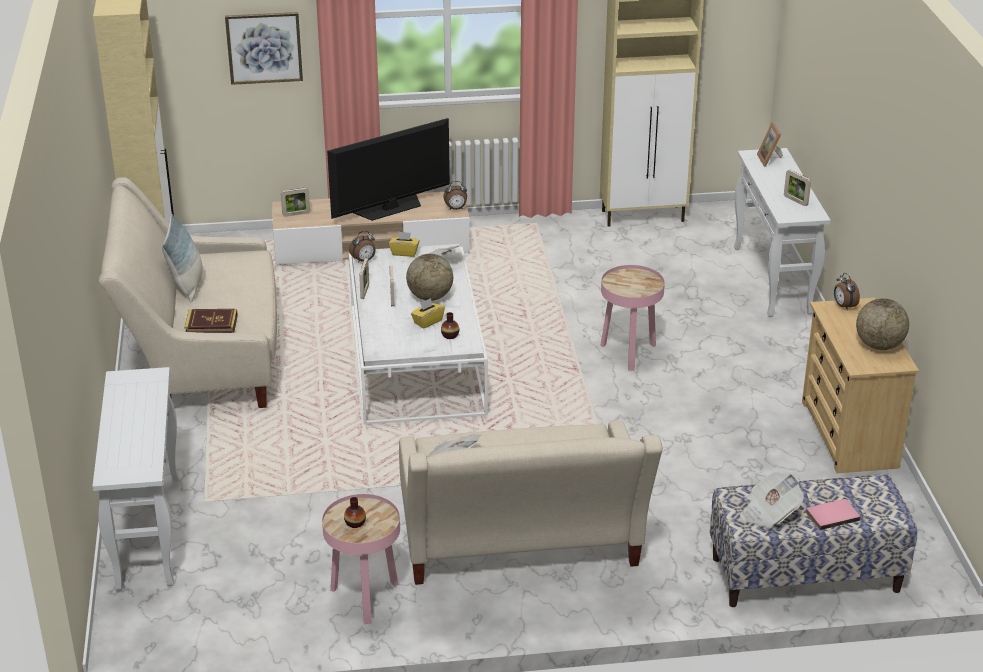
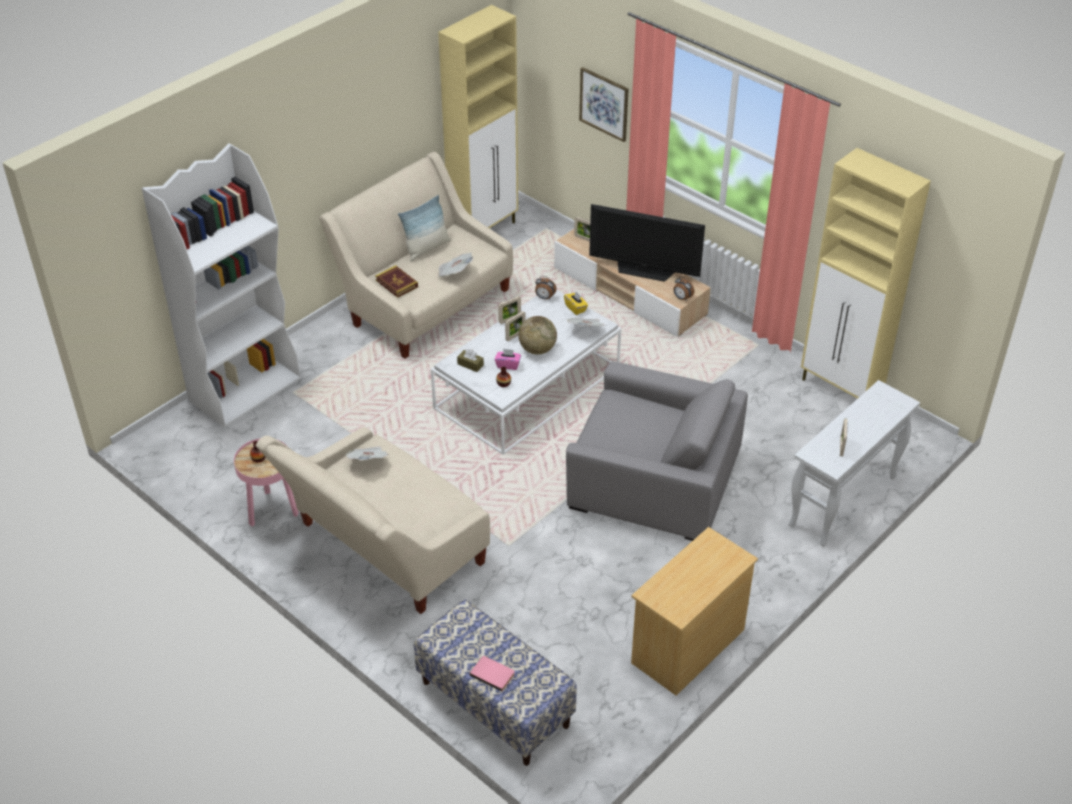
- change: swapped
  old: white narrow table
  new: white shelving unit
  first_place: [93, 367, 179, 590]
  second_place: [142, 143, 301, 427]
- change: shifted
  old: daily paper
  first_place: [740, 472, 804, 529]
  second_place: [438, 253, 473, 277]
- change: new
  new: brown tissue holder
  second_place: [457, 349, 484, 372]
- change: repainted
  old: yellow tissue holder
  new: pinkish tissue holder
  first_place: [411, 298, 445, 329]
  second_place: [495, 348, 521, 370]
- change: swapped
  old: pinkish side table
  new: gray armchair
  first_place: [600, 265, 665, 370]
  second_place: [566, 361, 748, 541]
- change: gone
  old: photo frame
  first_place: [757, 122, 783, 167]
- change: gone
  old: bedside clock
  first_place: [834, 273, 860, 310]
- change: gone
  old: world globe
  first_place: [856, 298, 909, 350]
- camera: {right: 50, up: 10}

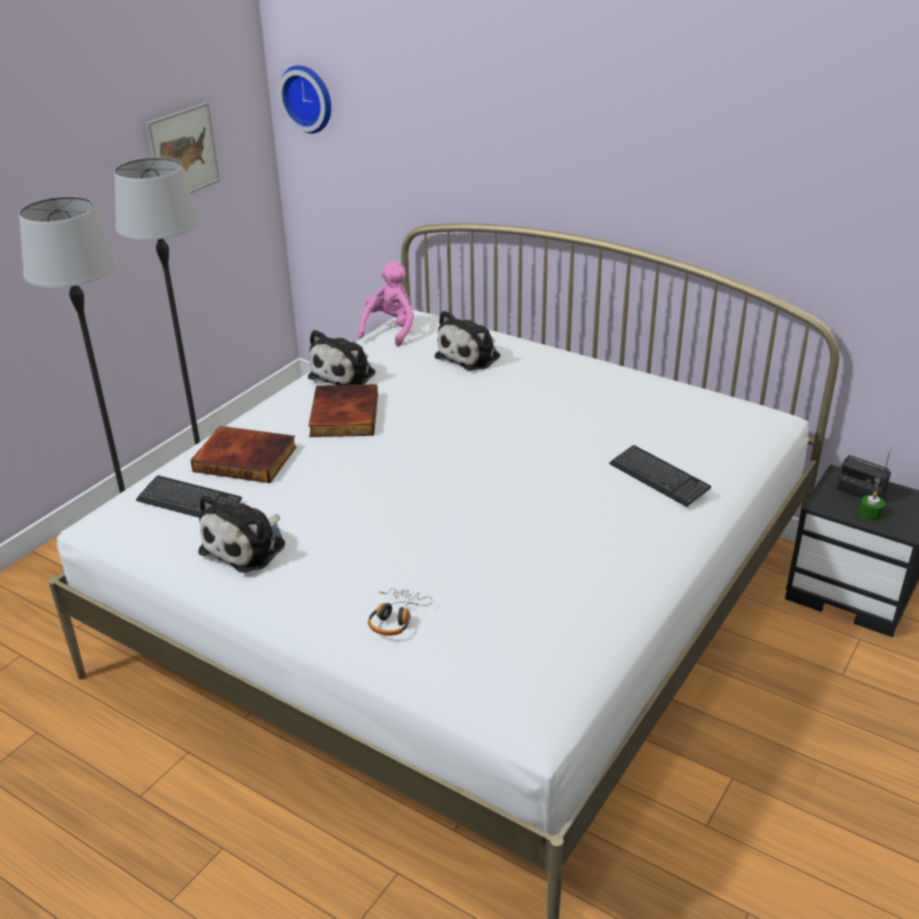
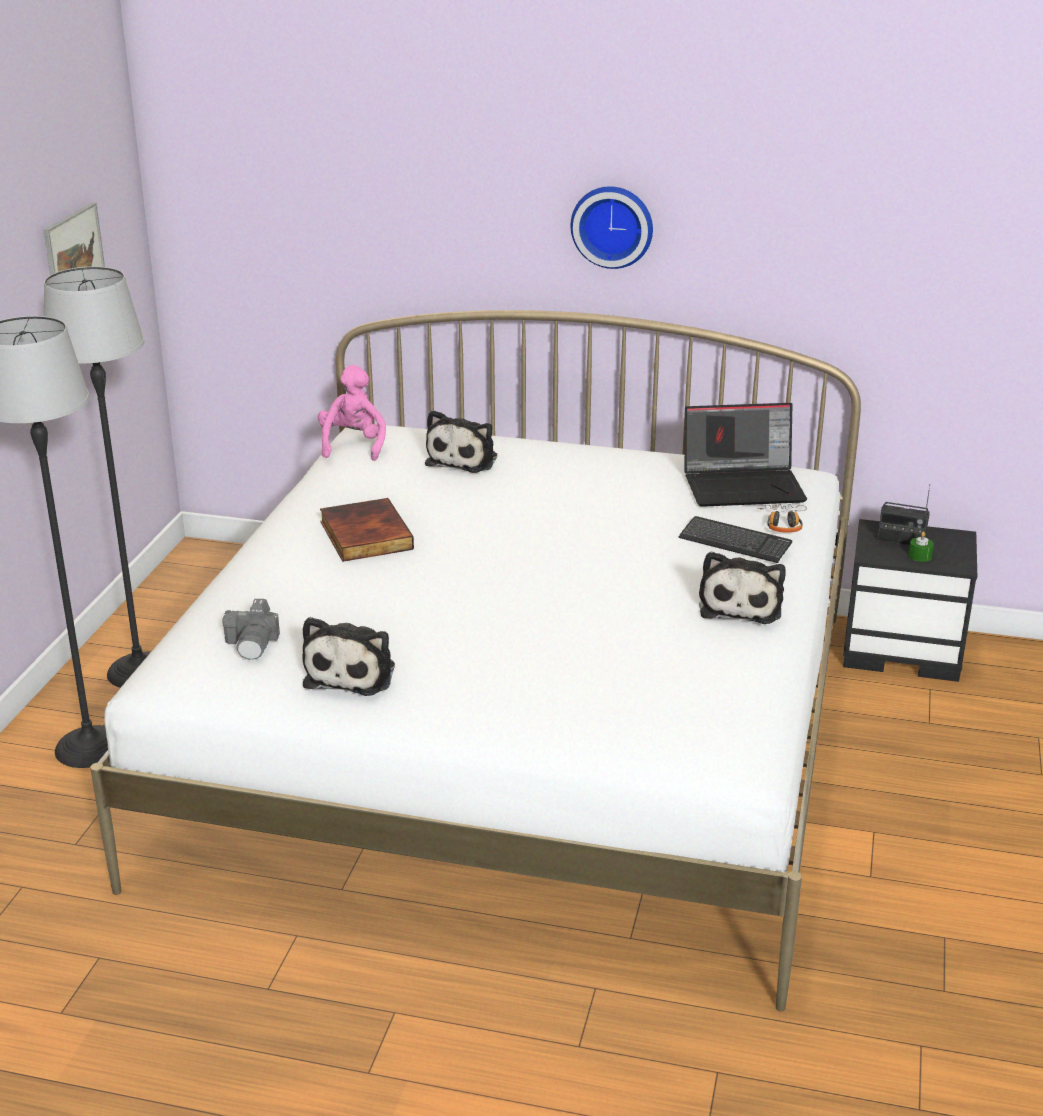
- change: swapped
  old: computer keyboard
  new: still camera
  first_place: [136, 476, 242, 517]
  second_place: [222, 599, 280, 660]
- change: shifted
  old: hanging clock
  first_place: [278, 65, 331, 134]
  second_place: [571, 186, 653, 269]
- change: new
  new: laptop
  second_place: [685, 403, 807, 507]
- change: shifted
  old: plush toy
  first_place: [308, 330, 376, 385]
  second_place: [699, 551, 786, 624]
- change: shifted
  old: pair of headphones
  first_place: [368, 588, 433, 636]
  second_place: [757, 504, 807, 533]
- change: gone
  old: book
  first_place: [190, 426, 296, 483]
- camera: {right: -20, up: -5}

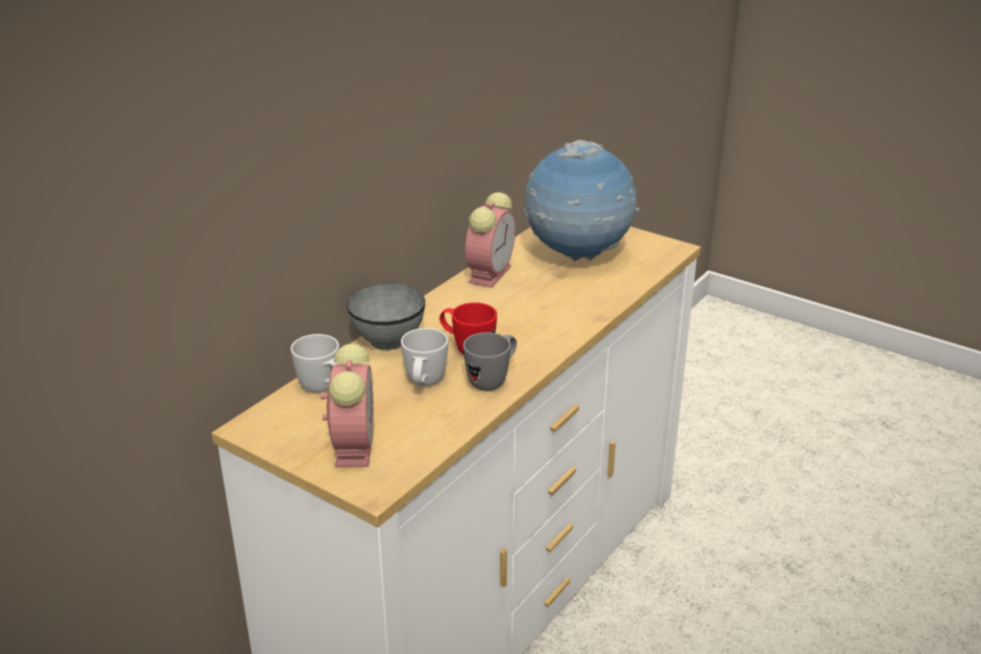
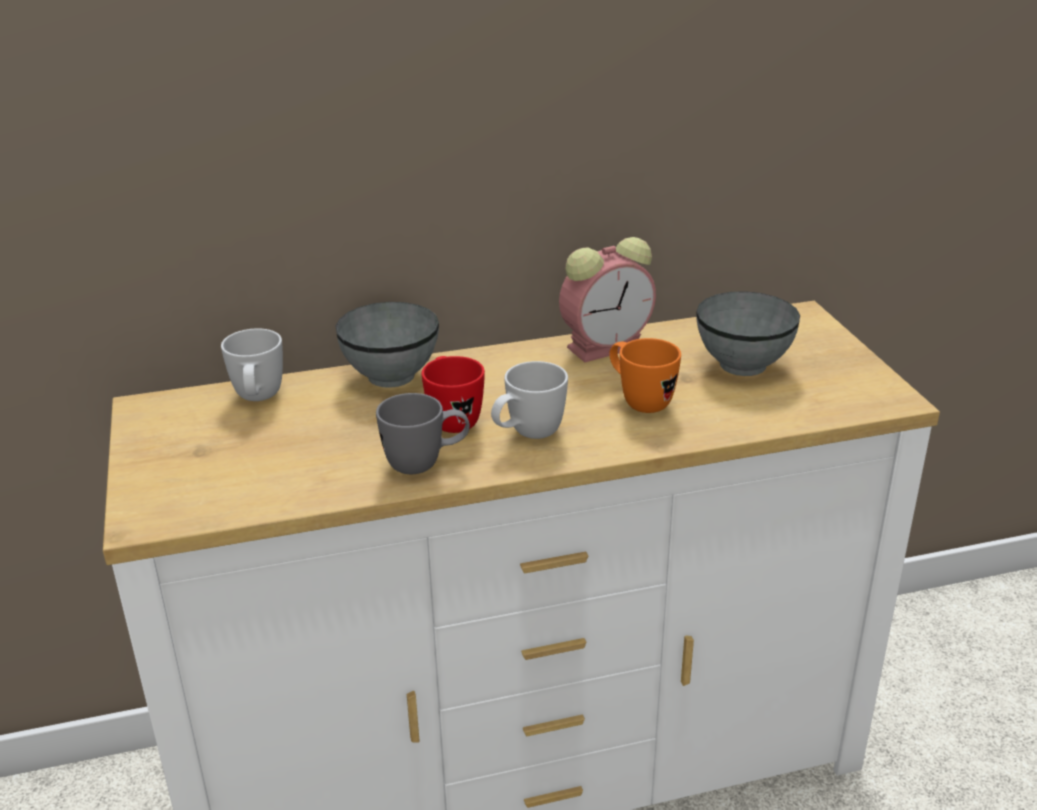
- change: shifted
  old: white tea mug
  first_place: [401, 328, 448, 386]
  second_place: [491, 361, 568, 439]
- change: new
  new: orange tea mug
  second_place: [609, 338, 681, 413]
- change: swapped
  old: world globe
  new: gray deep dish
  first_place: [524, 140, 639, 261]
  second_place: [697, 291, 800, 376]
- change: gone
  old: bedside clock
  first_place: [321, 344, 374, 468]
- camera: {right: 40, up: 0}

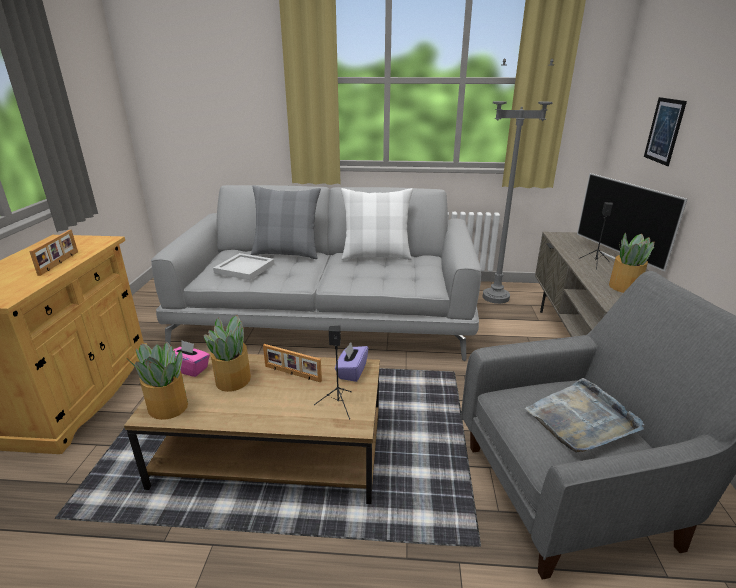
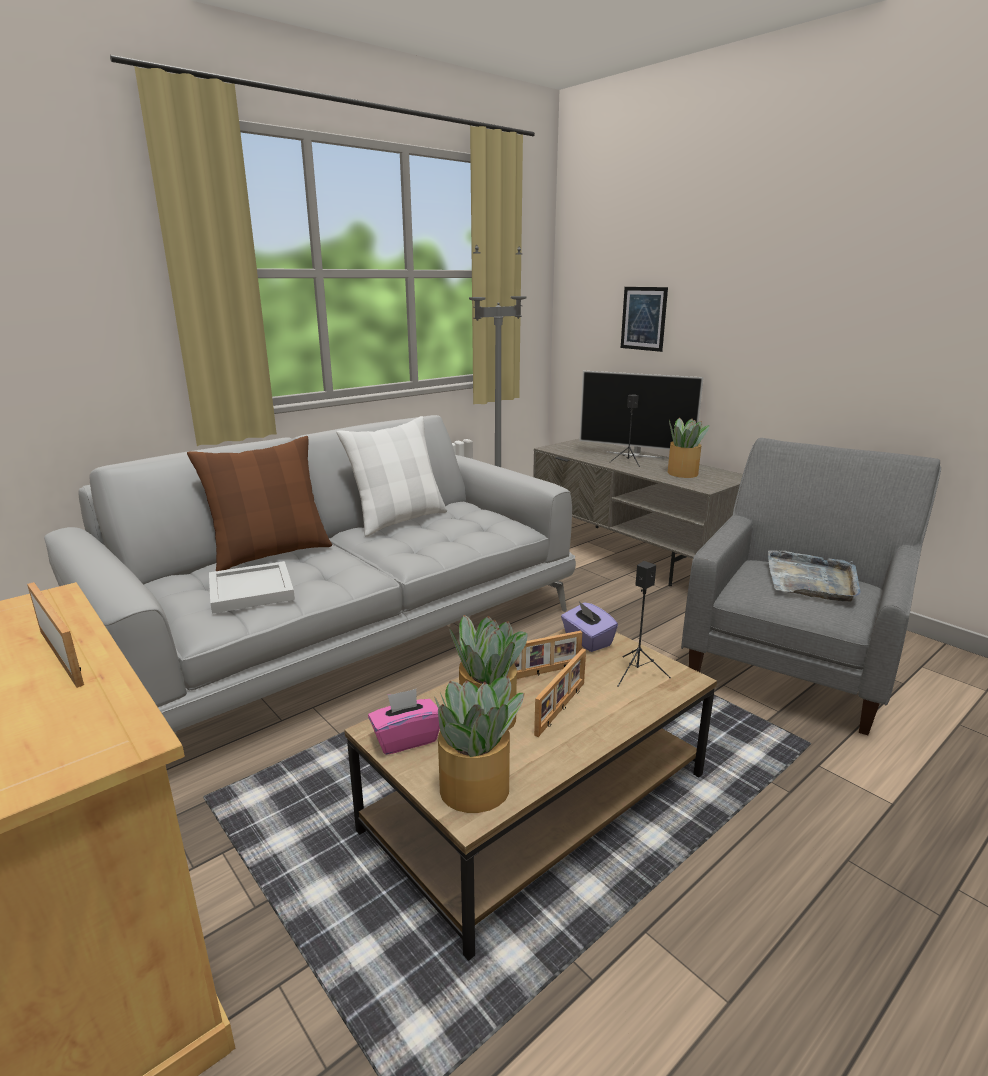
- change: repainted
  old: gray throw pillow
  new: brown throw pillow
  first_place: [251, 185, 321, 259]
  second_place: [187, 436, 332, 571]
- change: new
  new: photo frame
  second_place: [534, 649, 586, 737]
- camera: {right: -45, up: -5}

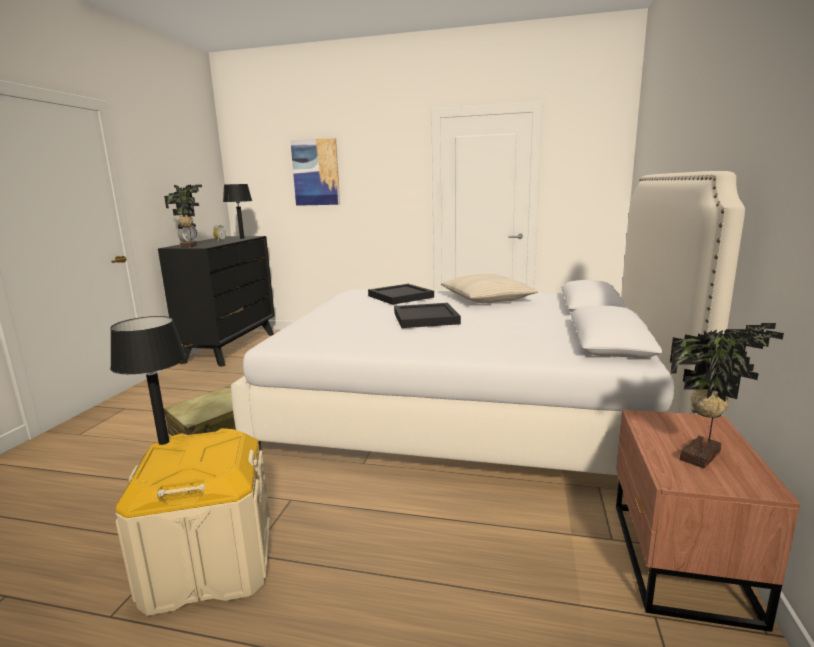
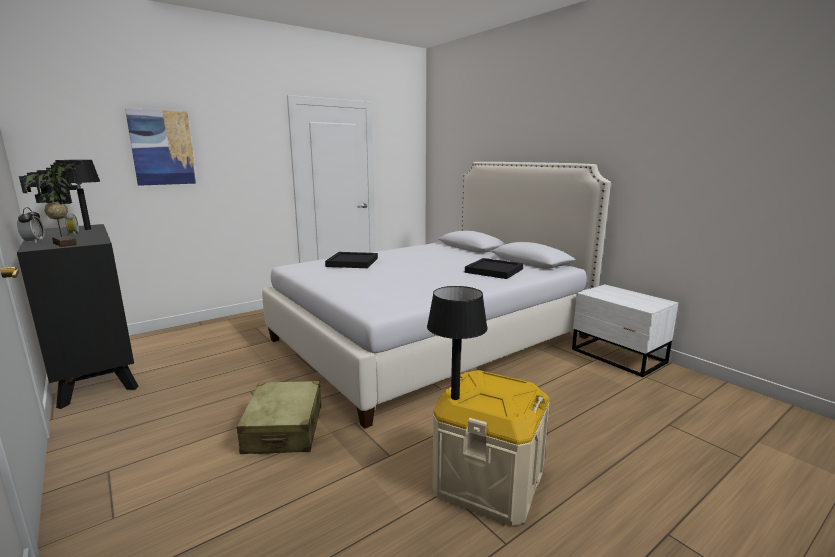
- change: shifted
  old: blackish tray
  first_place: [394, 303, 461, 328]
  second_place: [465, 258, 523, 279]
- change: repainted
  old: brown night table
  new: white night table
  first_place: [616, 409, 800, 632]
  second_place: [572, 284, 679, 377]
- change: gone
  old: beige-coloured throw pillow
  first_place: [441, 274, 538, 303]
- change: gone
  old: houseplant
  first_place: [670, 323, 784, 468]
- camera: {right: -50, up: 0}

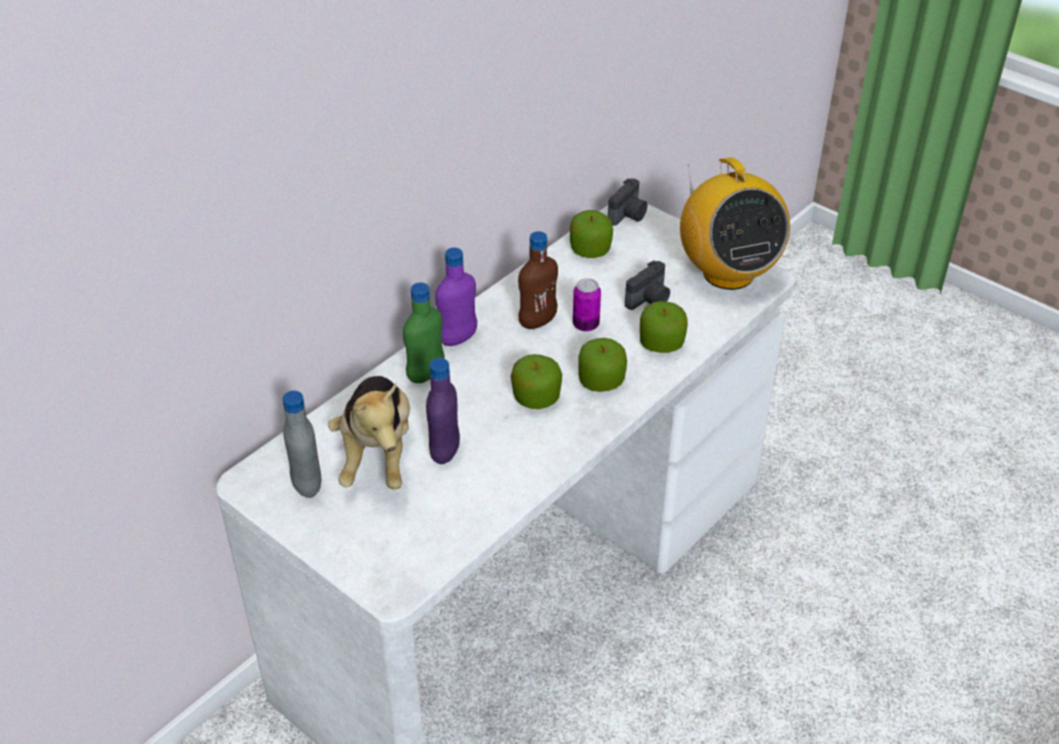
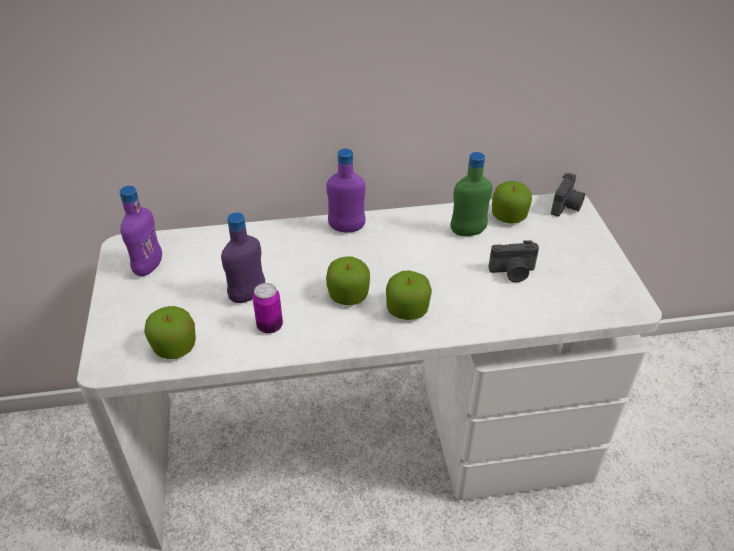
- change: repainted
  old: gray bottle
  new: purplish bottle
  first_place: [283, 391, 321, 498]
  second_place: [119, 186, 162, 276]
- change: shifted
  old: whole apple
  first_place: [640, 301, 688, 353]
  second_place: [144, 306, 196, 359]
- change: shifted
  old: sealed can
  first_place: [573, 278, 601, 332]
  second_place: [252, 283, 283, 333]
- change: shifted
  old: green bottle
  first_place: [403, 282, 445, 383]
  second_place: [451, 152, 493, 236]
- change: rotated
  old: still camera
  first_place: [608, 178, 647, 226]
  second_place: [551, 173, 585, 217]
  degrees: -45
- change: gone
  old: plush toy
  first_place: [328, 376, 410, 490]
- change: gone
  old: brown bottle
  first_place: [518, 231, 558, 329]
- change: gone
  old: radio
  first_place: [680, 157, 790, 290]
- camera: {right: 40, up: 0}

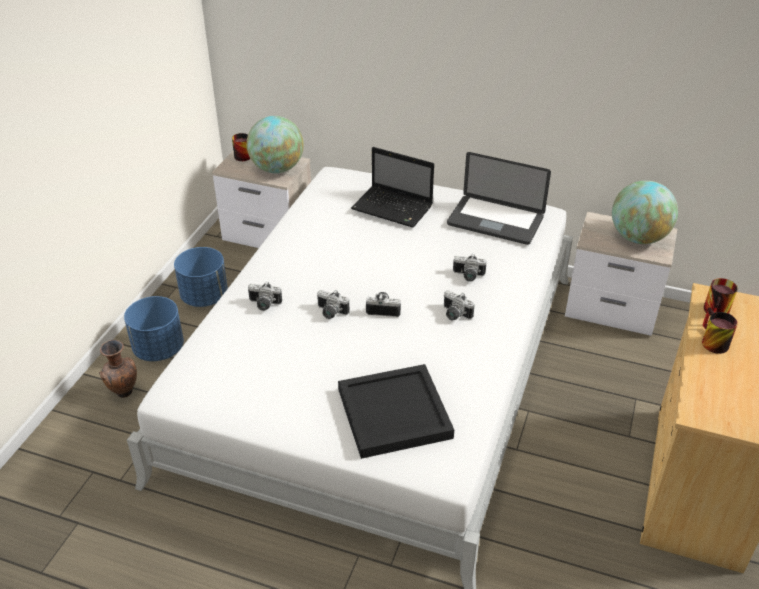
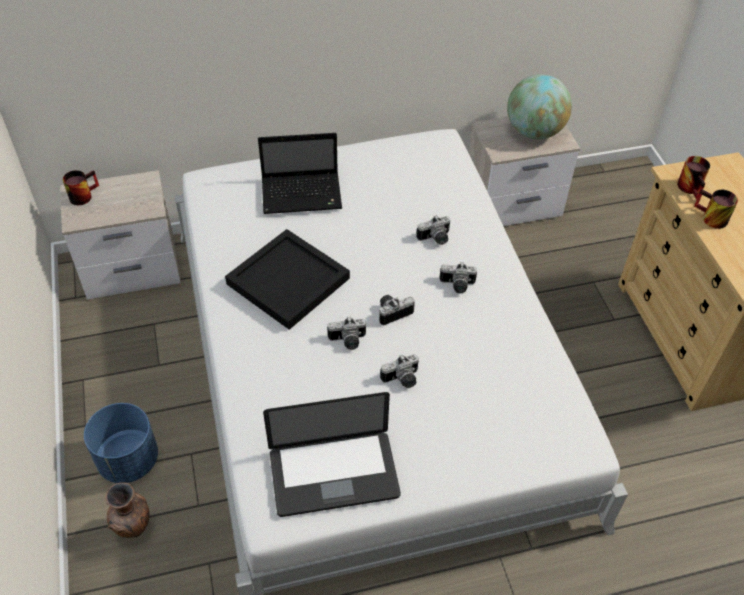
- change: shifted
  old: blackish tray
  first_place: [338, 364, 454, 459]
  second_place: [225, 229, 350, 330]
- change: shifted
  old: laptop
  first_place: [447, 152, 551, 245]
  second_place: [263, 392, 401, 517]
- change: shifted
  old: still camera
  first_place: [248, 282, 282, 311]
  second_place: [380, 354, 419, 388]
- change: gone
  old: blue plant pot
  first_place: [174, 247, 228, 307]
- change: gone
  old: world globe
  first_place: [247, 116, 304, 173]
- camera: {right: -35, up: 10}

